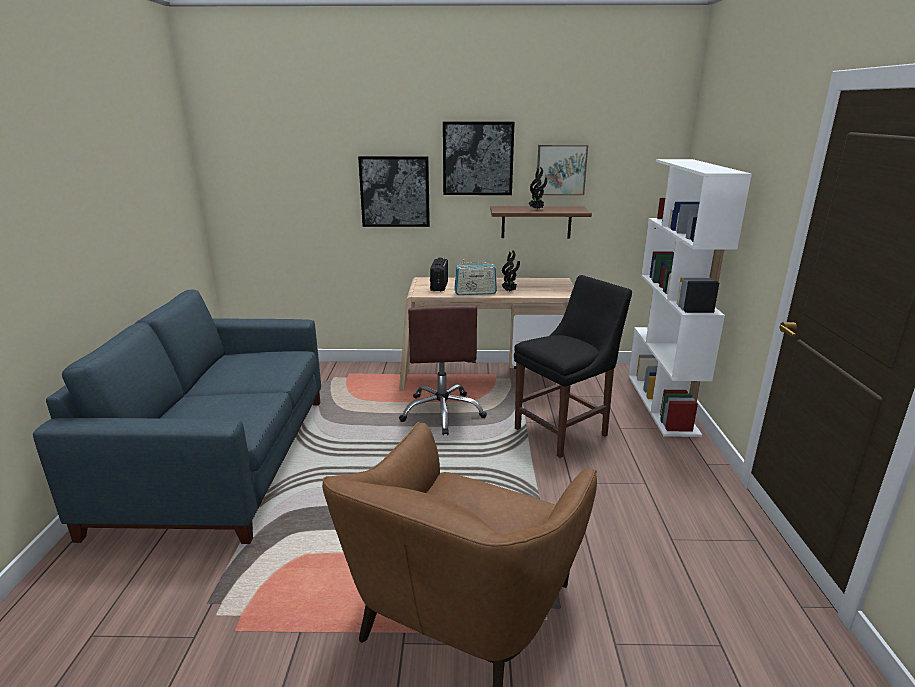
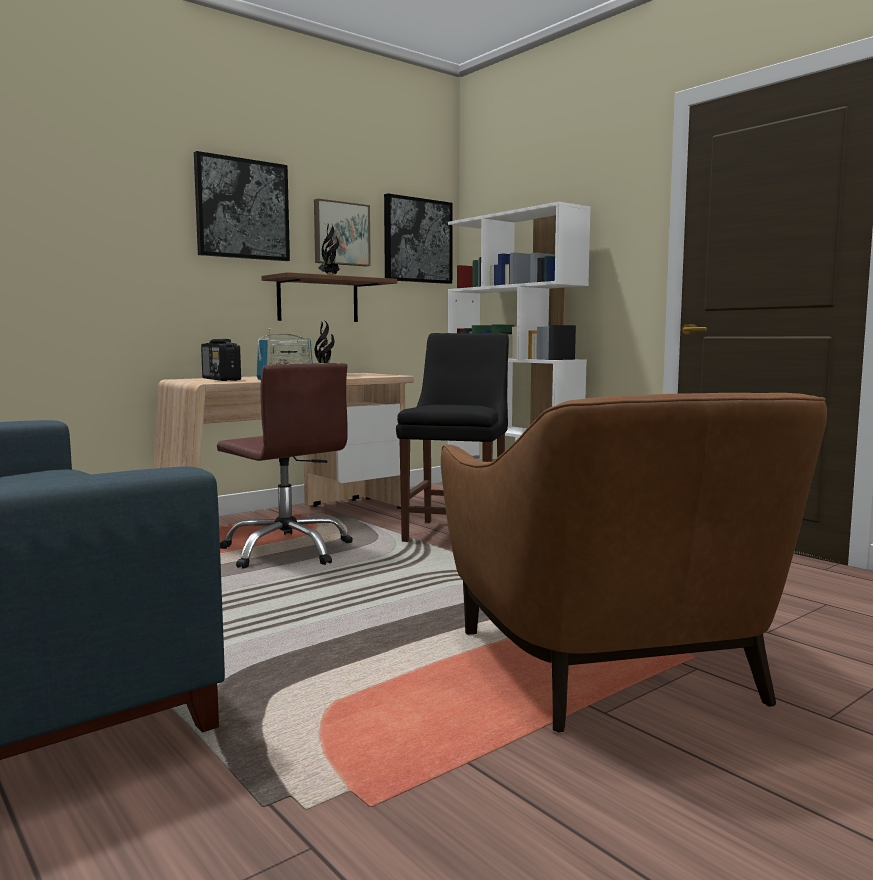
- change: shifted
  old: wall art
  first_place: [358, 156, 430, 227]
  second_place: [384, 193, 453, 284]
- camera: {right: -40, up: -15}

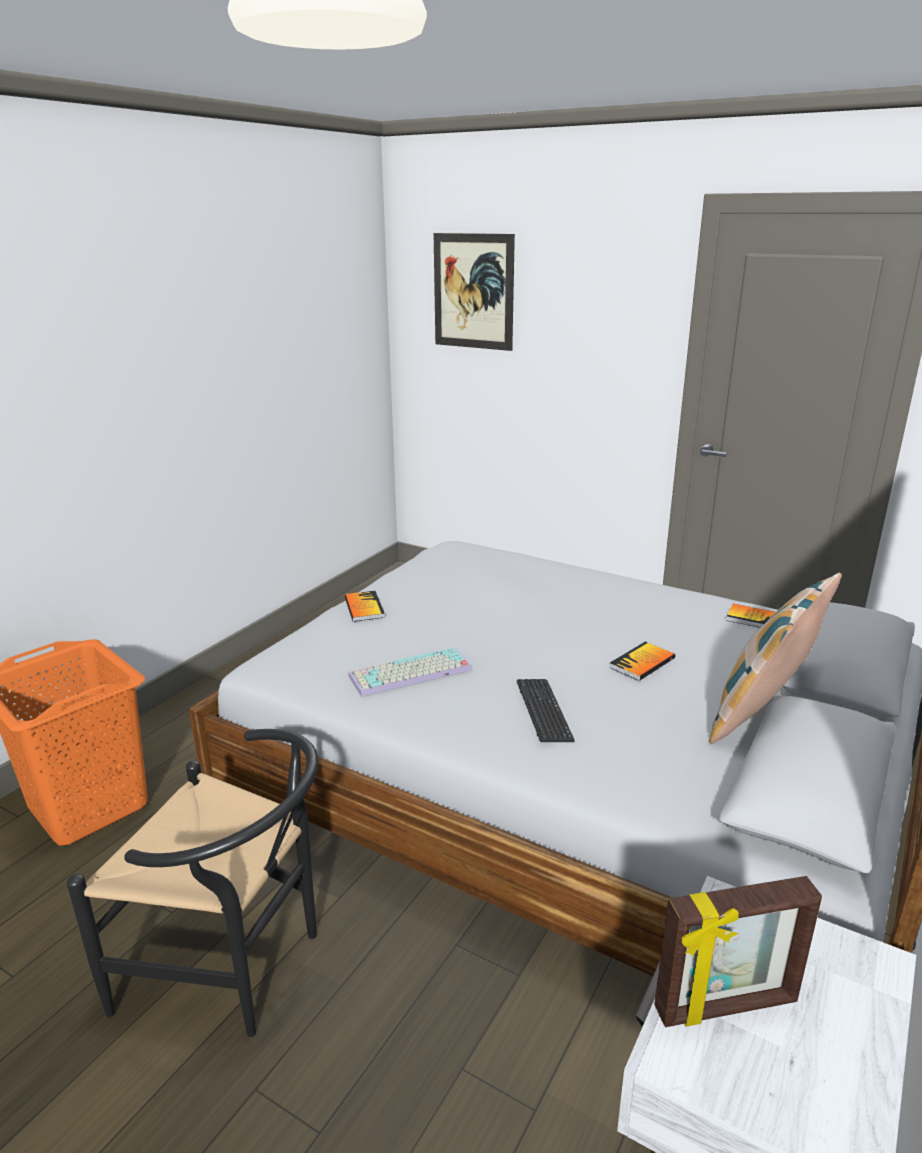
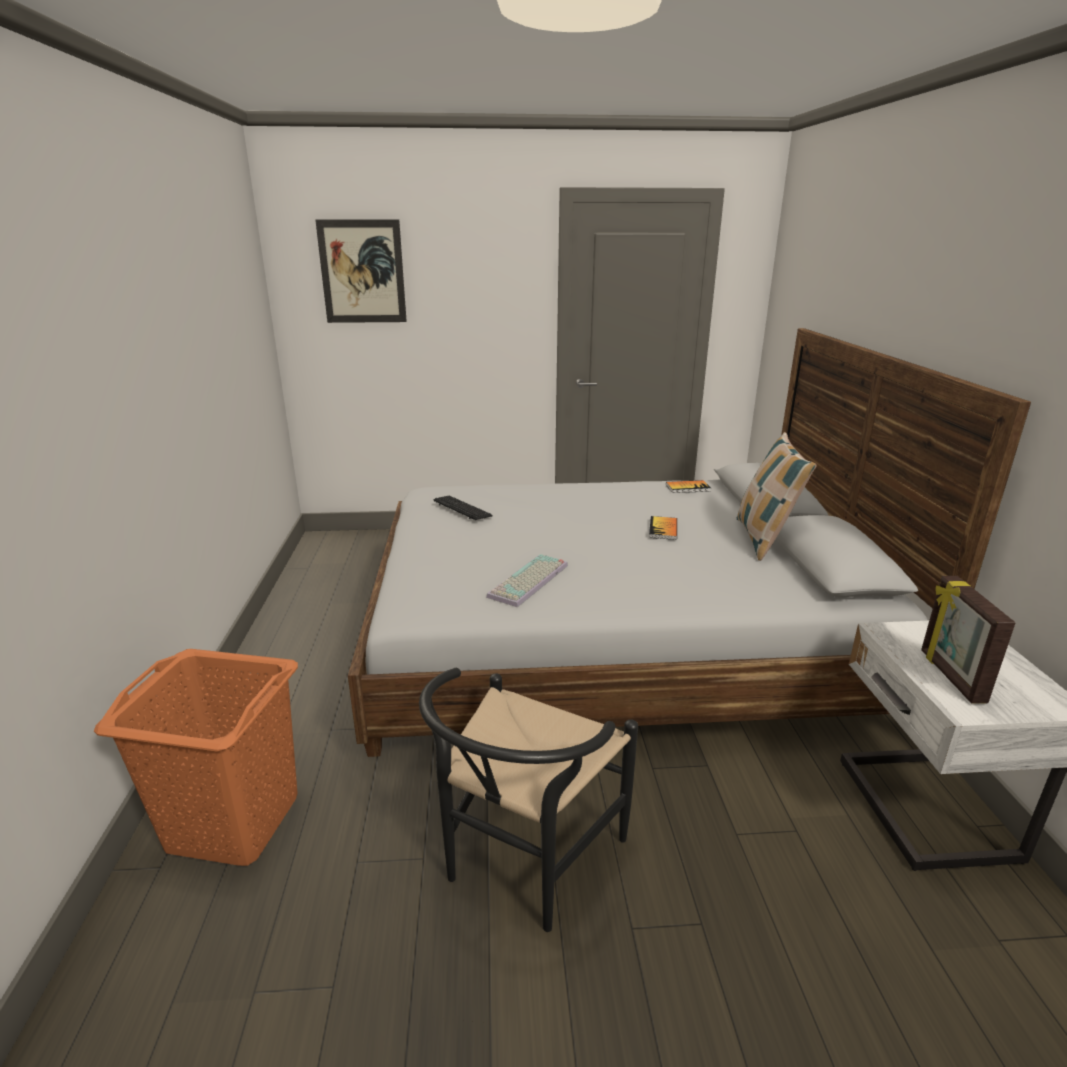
- change: rotated
  old: blackish chair
  first_place: [67, 729, 318, 1037]
  second_place: [419, 668, 638, 932]
  degrees: 135
- change: shifted
  old: computer keyboard
  first_place: [517, 679, 575, 742]
  second_place: [433, 496, 492, 520]
- change: rotated
  old: photo frame
  first_place: [654, 876, 822, 1027]
  second_place: [921, 576, 1016, 704]
  degrees: 135
- change: gone
  old: book
  first_place: [345, 591, 385, 622]
- camera: {right: -35, up: 0}

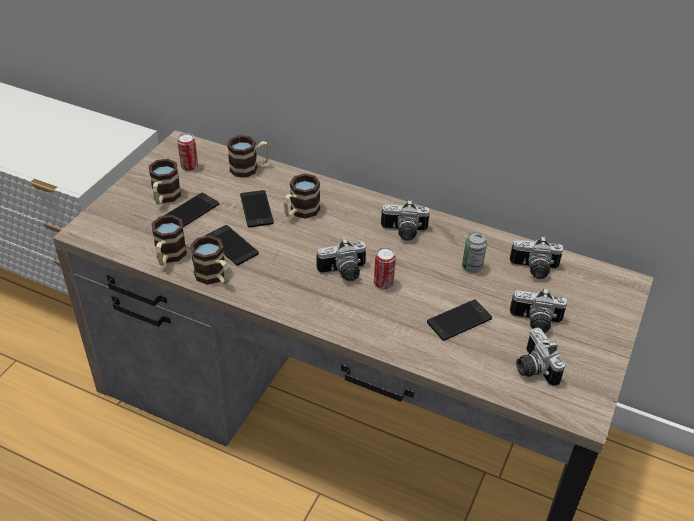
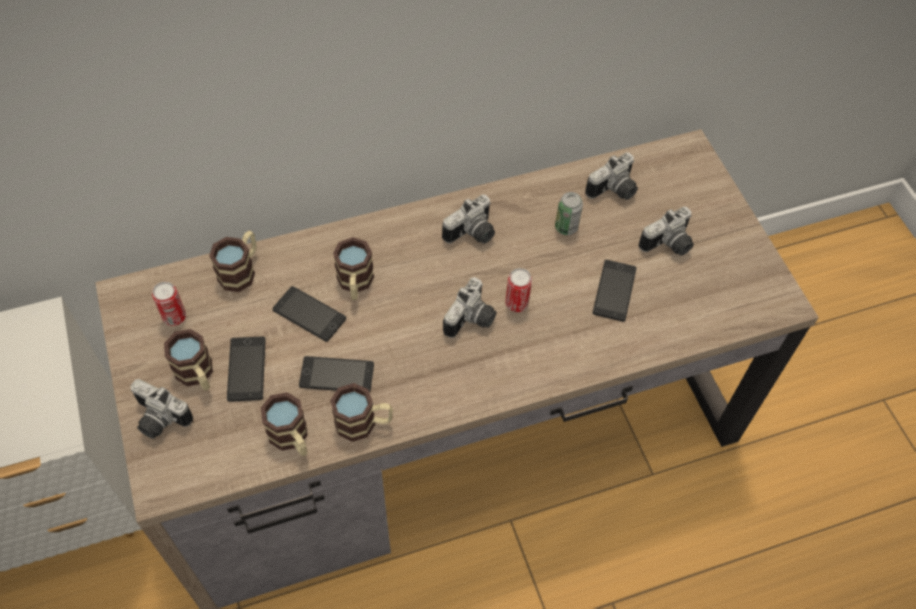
- change: shifted
  old: still camera
  first_place: [516, 327, 566, 387]
  second_place: [130, 379, 193, 439]
- camera: {right: -45, up: 15}

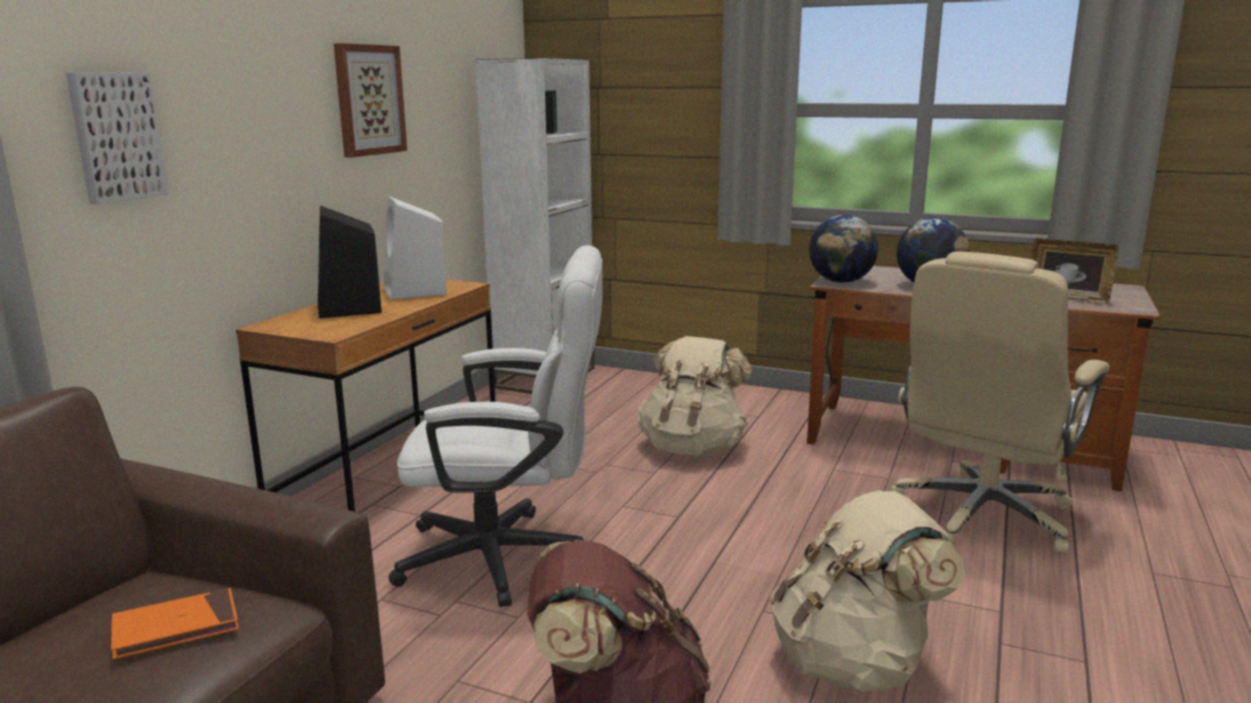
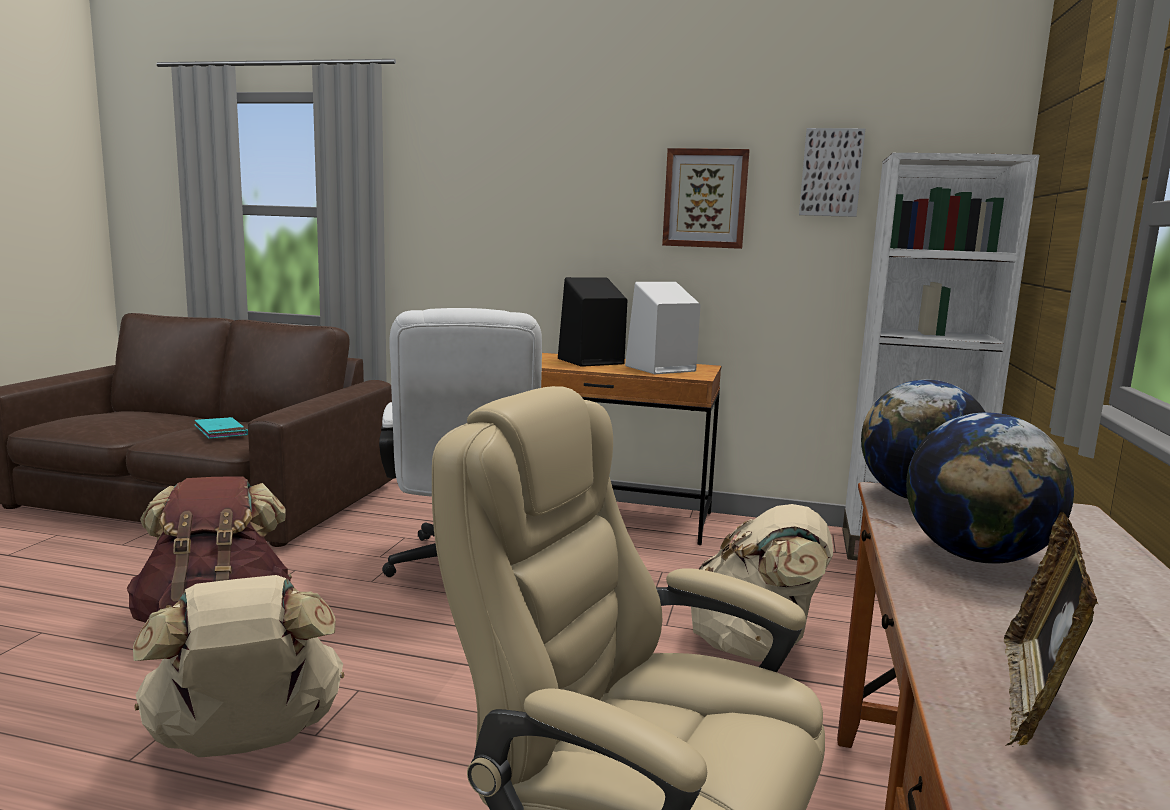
- change: repainted
  old: orange book
  new: turquoise book
  first_place: [111, 588, 239, 660]
  second_place: [194, 417, 248, 439]
- change: shifted
  old: wall art
  first_place: [66, 73, 169, 204]
  second_place: [799, 128, 865, 217]
- camera: {right: 80, up: -5}

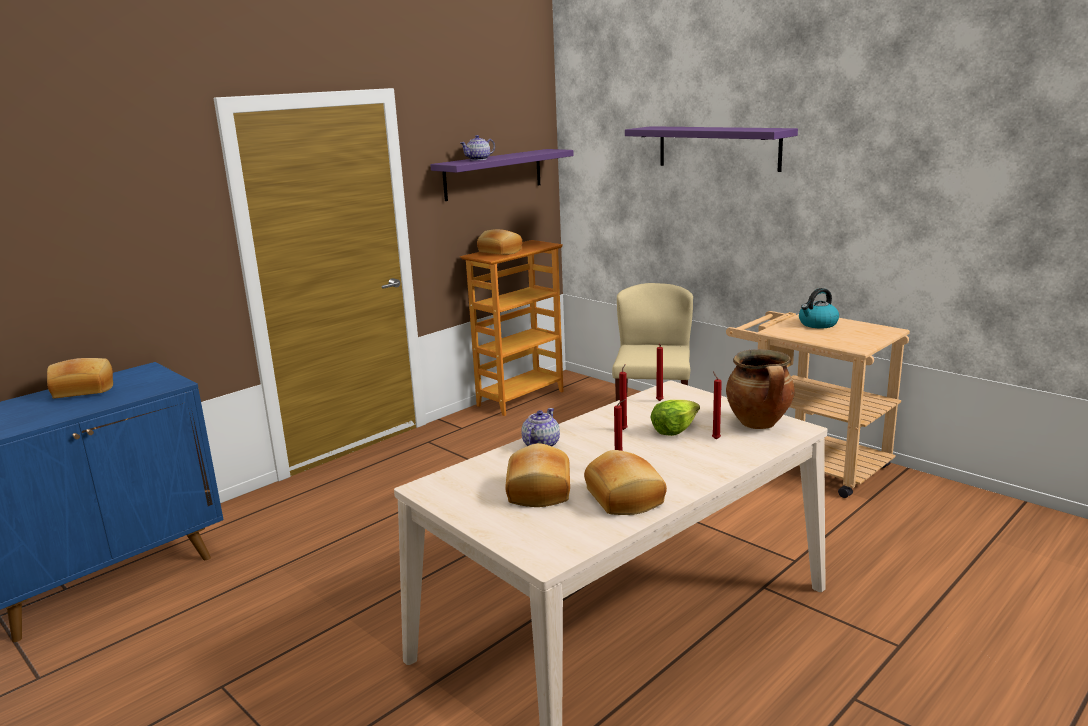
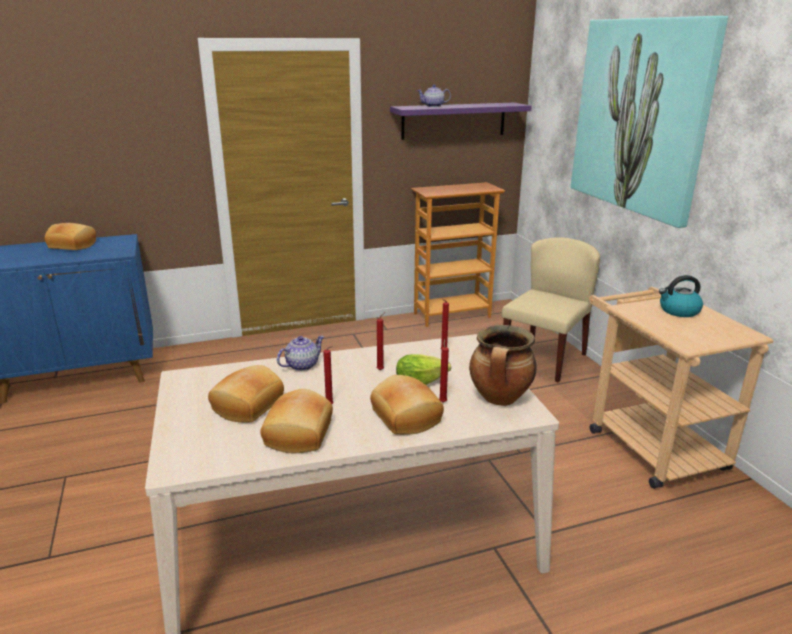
- change: shifted
  old: baked bread
  first_place: [477, 229, 522, 255]
  second_place: [370, 375, 444, 435]
- change: swapped
  old: purplish shelf
  new: wall art
  first_place: [625, 126, 798, 172]
  second_place: [571, 16, 728, 228]
- camera: {right: 25, up: 5}

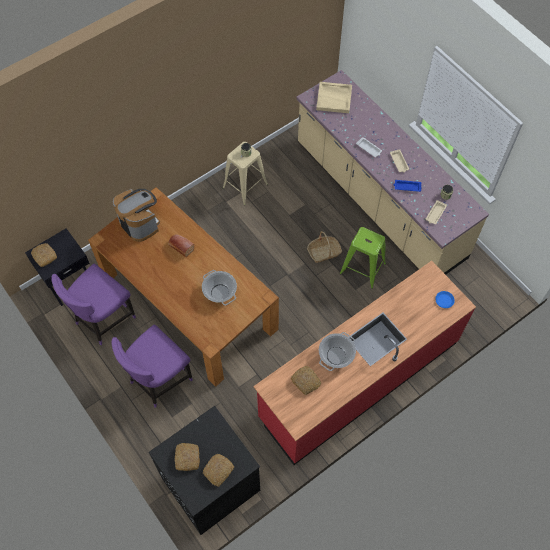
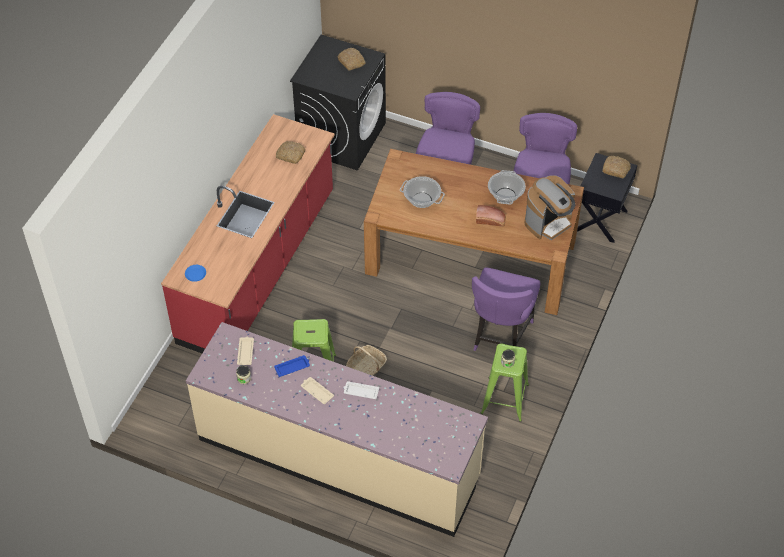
- change: new
  new: purplish chair
  second_place: [472, 268, 540, 351]
- change: repainted
  old: beige-coloured stool
  new: green stool
  first_place: [223, 142, 268, 205]
  second_place: [481, 343, 529, 422]
- change: shifted
  old: stockpot
  first_place: [319, 332, 356, 371]
  second_place: [488, 170, 526, 204]
- change: rotated
  old: coffee brewer
  first_place: [113, 189, 160, 242]
  second_place: [524, 175, 576, 240]
  degrees: -60
- change: gone
  old: baked bread
  first_place: [203, 454, 234, 487]
- change: gone
  old: beige-coloured tray
  first_place: [316, 82, 352, 113]
- camera: {right: 150, up: -10}

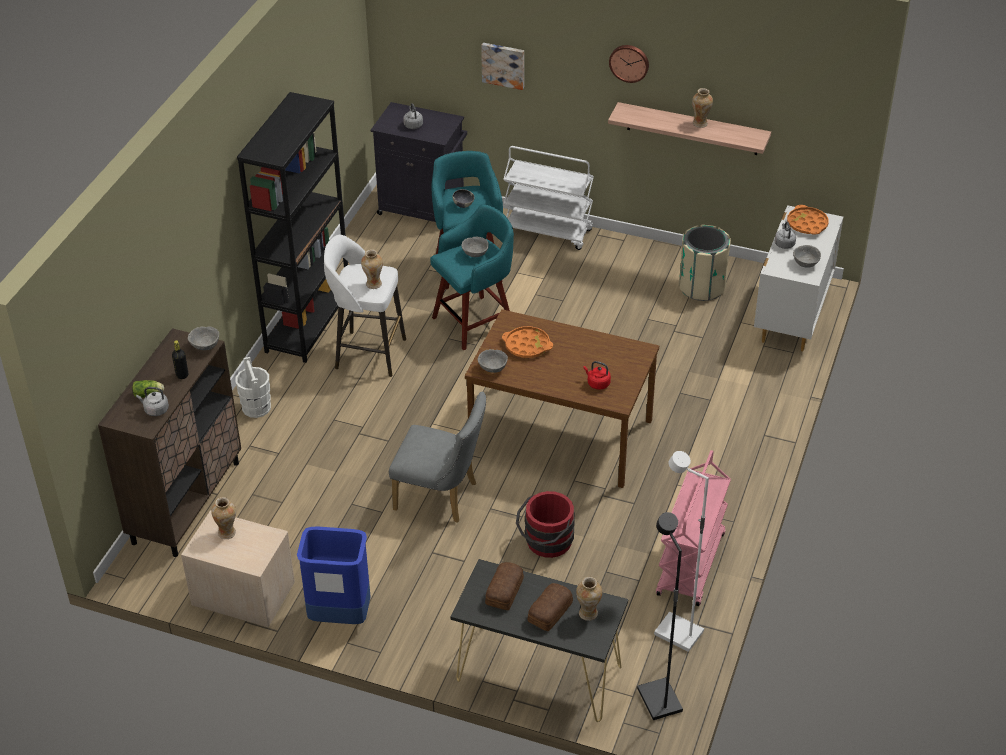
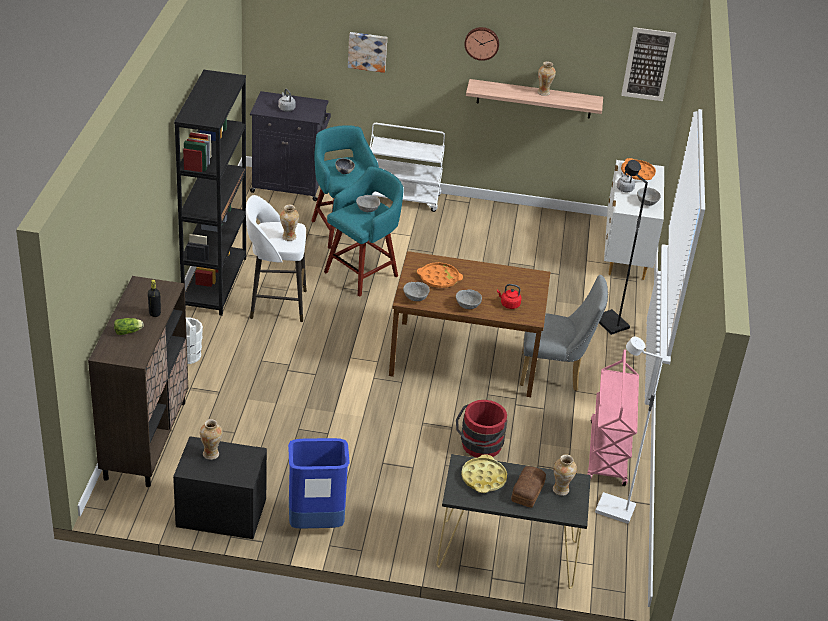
- change: repainted
  old: beige-coloured night table
  new: blackish night table
  first_place: [181, 511, 295, 627]
  second_place: [173, 436, 267, 539]
- change: shifted
  old: gray deep dish
  first_place: [188, 327, 219, 350]
  second_place: [456, 289, 482, 309]
- change: swapped
  old: baked bread
  new: yellow tray
  first_place: [485, 562, 524, 610]
  second_place: [461, 454, 507, 493]
- change: shifted
  old: gray chair
  first_place: [389, 392, 486, 523]
  second_place: [520, 275, 608, 391]
- change: shifted
  old: blackish standard lamp
  first_place: [637, 512, 683, 720]
  second_place: [599, 160, 648, 335]
- change: new
  new: wall art
  second_place: [621, 27, 676, 101]
- change: gone
  old: gray water kettle
  first_place: [136, 387, 169, 416]
- change: gone
  old: beige-coloured trash can
  first_place: [679, 225, 731, 301]
- camera: {right: -15, up: -5}

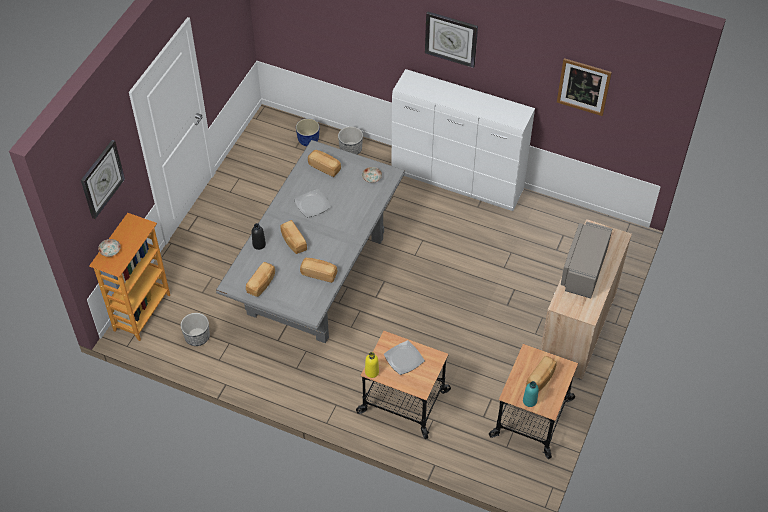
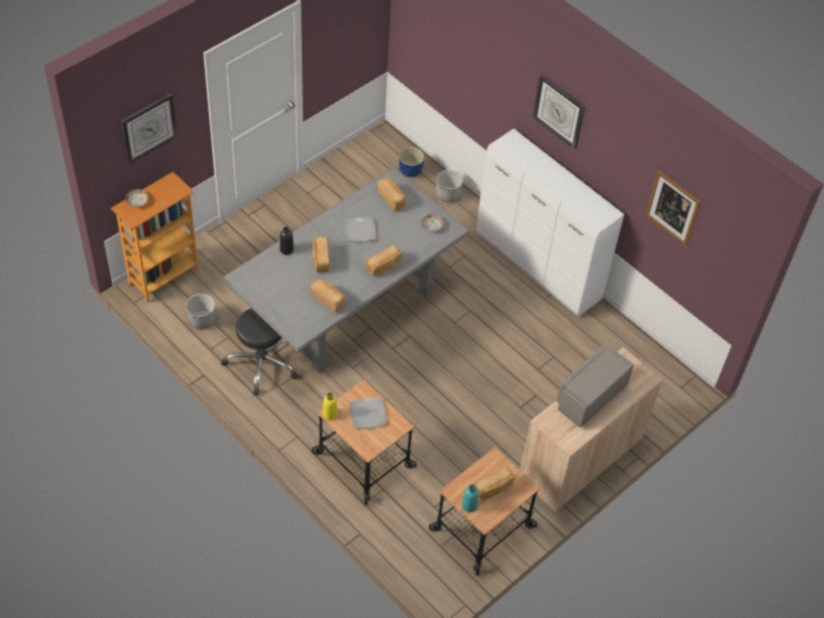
- change: new
  new: blackish stool
  second_place: [221, 308, 298, 396]
- change: shifted
  old: baked bread
  first_place: [246, 262, 275, 297]
  second_place: [366, 245, 402, 276]
- camera: {right: 20, up: 0}

